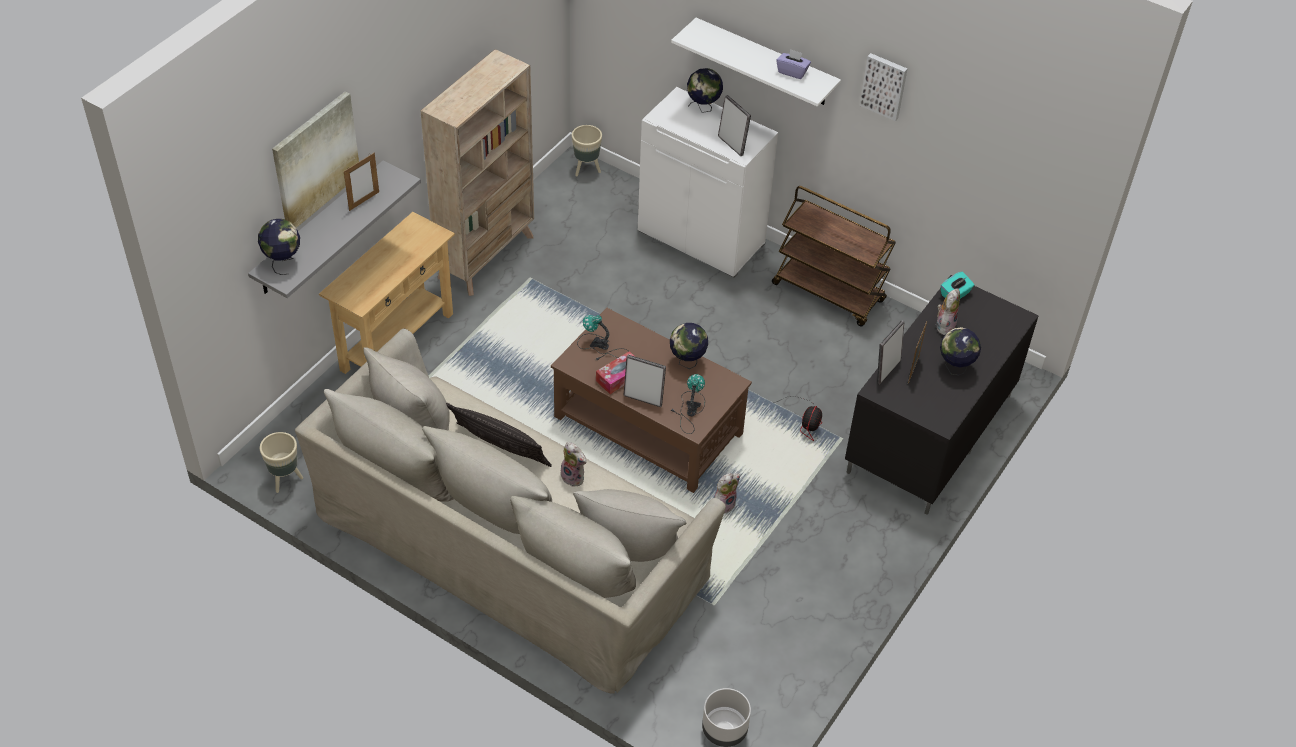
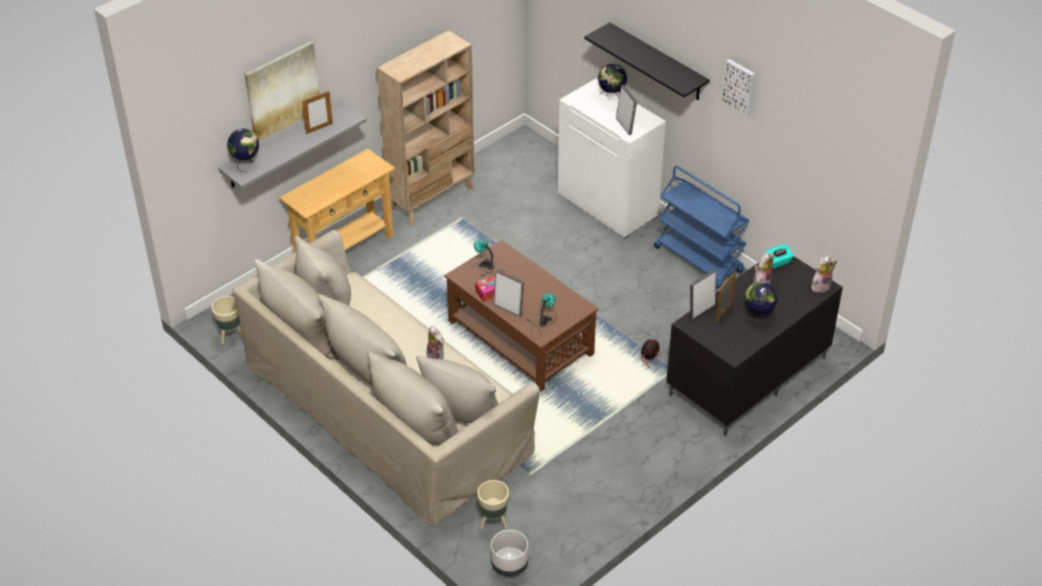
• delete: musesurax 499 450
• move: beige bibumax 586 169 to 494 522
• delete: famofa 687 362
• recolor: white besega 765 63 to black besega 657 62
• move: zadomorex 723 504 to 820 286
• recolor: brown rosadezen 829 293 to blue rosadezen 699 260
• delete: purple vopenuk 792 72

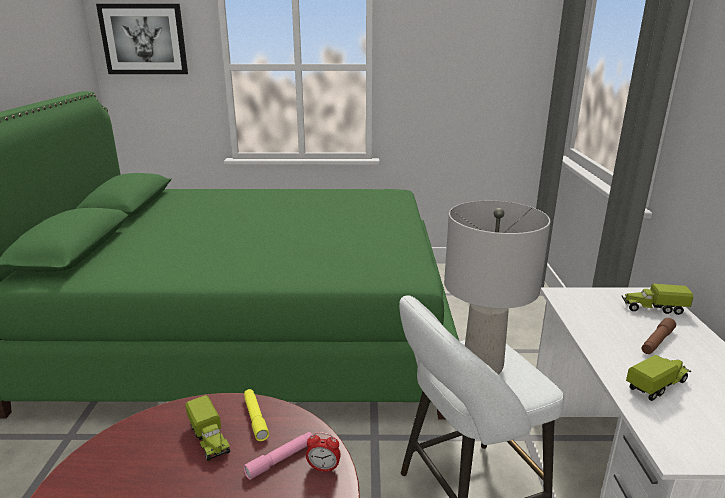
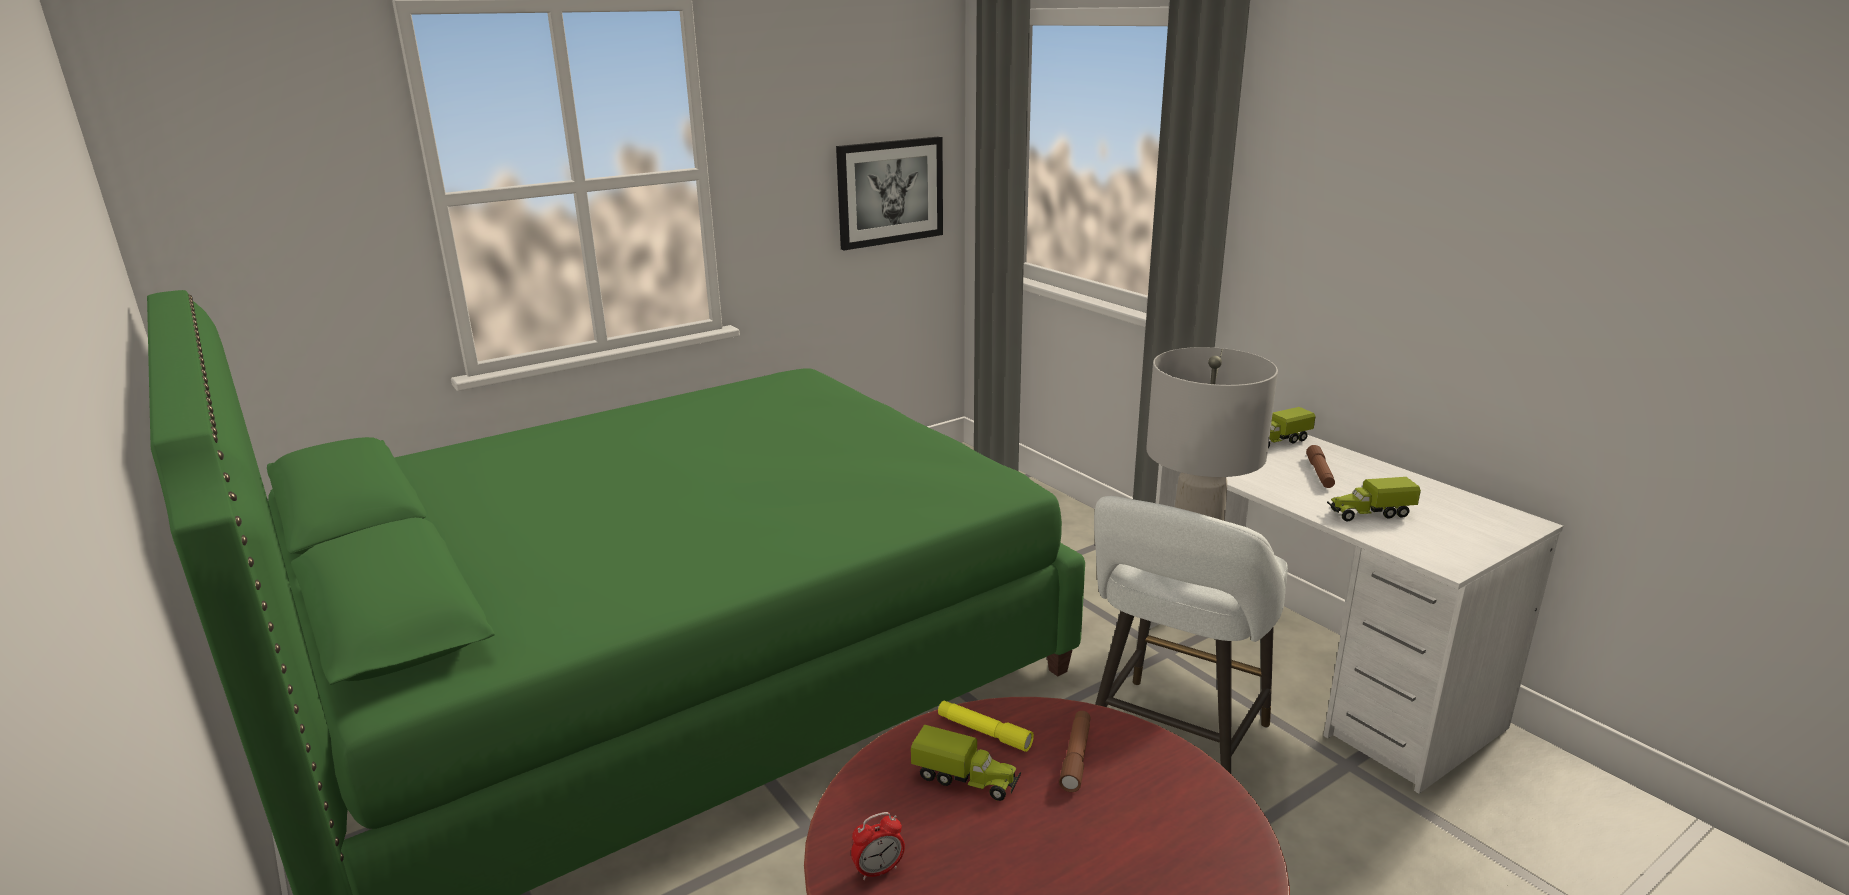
• move: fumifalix 144 39 to 890 192
• recolor: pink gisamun 280 459 to brown gisamun 1076 757
• move: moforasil 323 468 to 878 870
• rotate: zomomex 657 385 = 1369 514 120 degrees counterclockwise

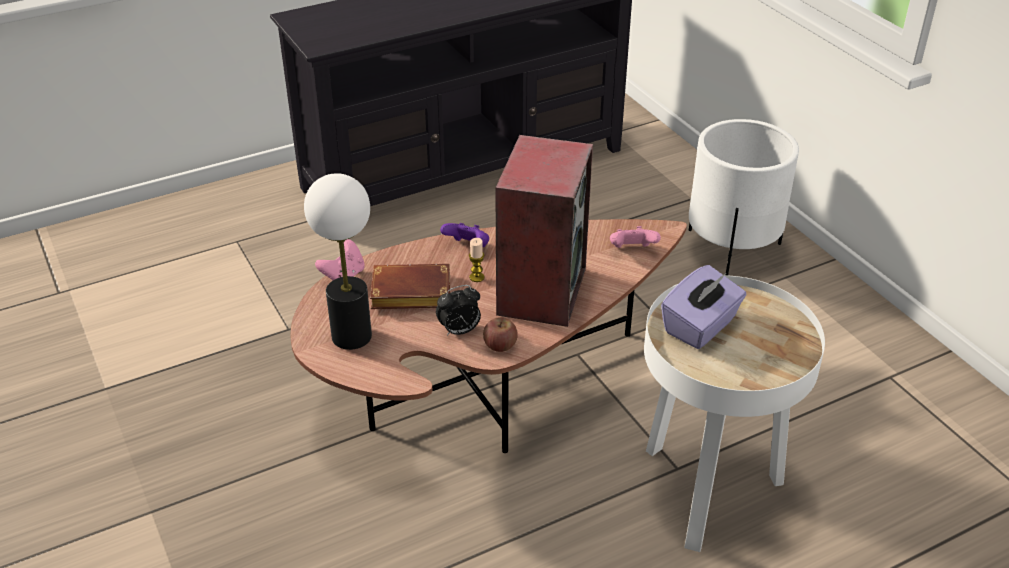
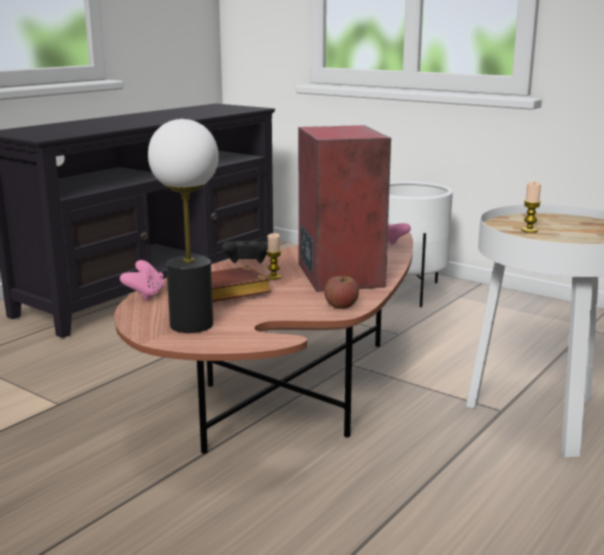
• delete: moforasil 459 331
• recolor: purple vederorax 468 247 to black vederorax 247 265
• replace: purple vopenuk 701 326 to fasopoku 529 230

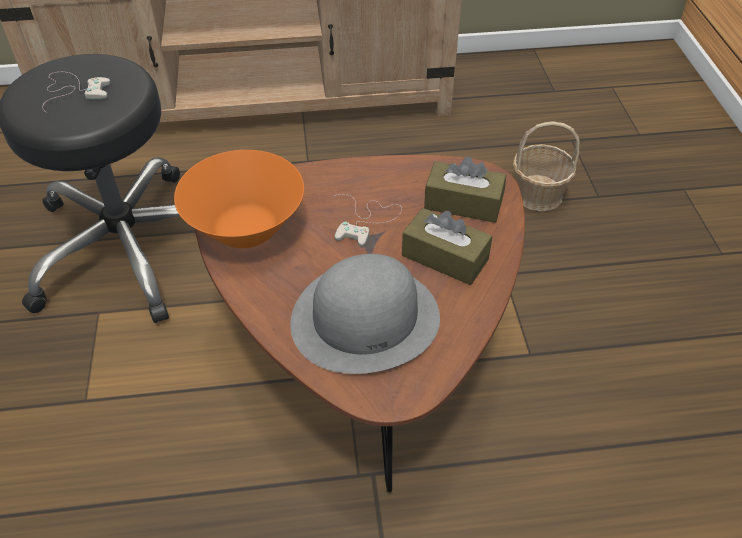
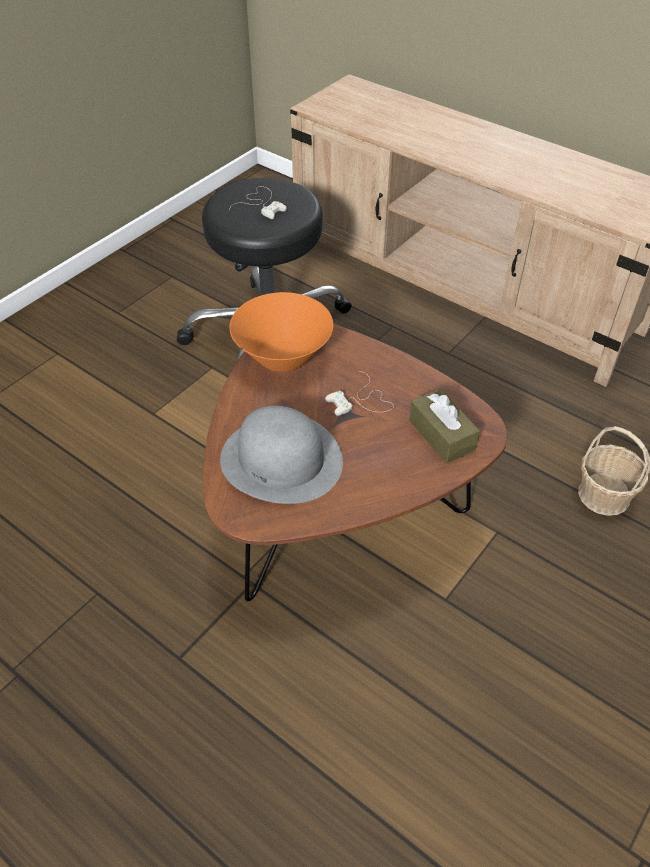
• delete: brown vopenuk 445 257

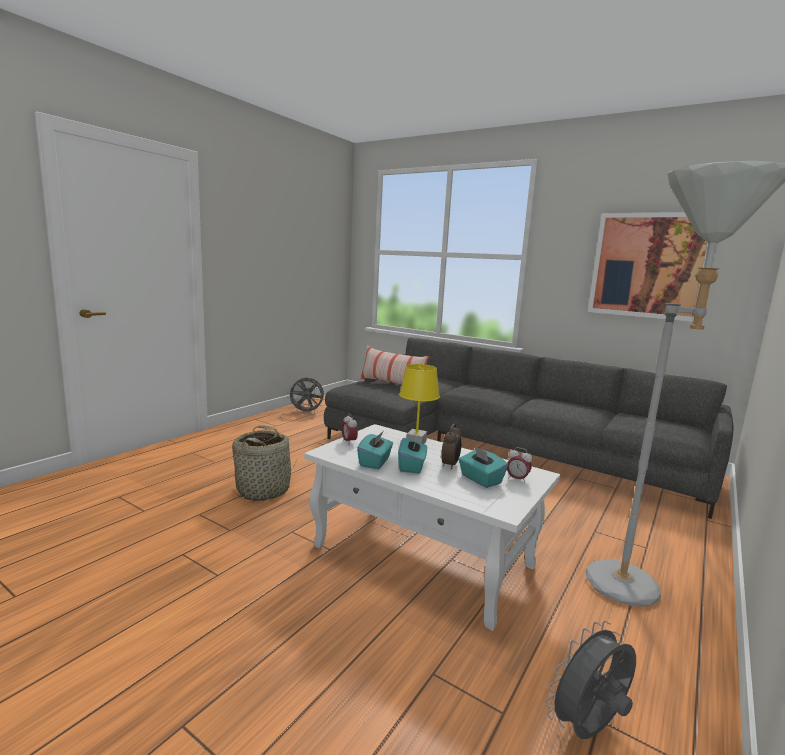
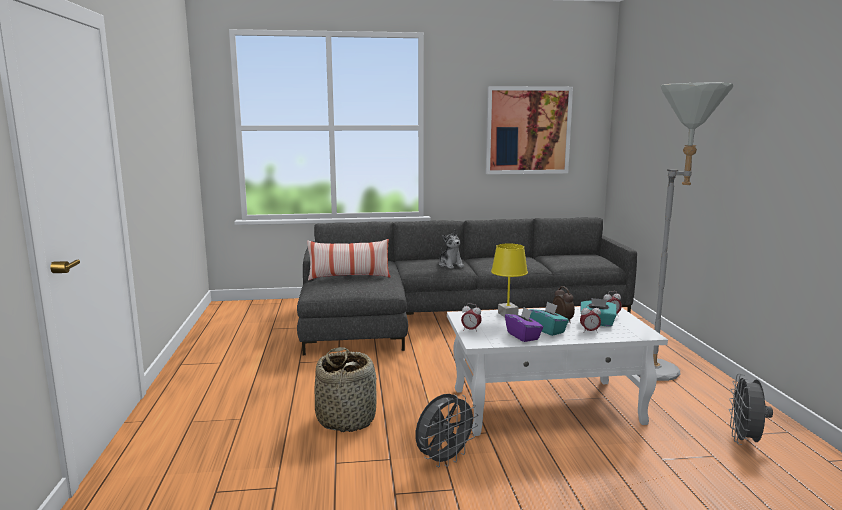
• move: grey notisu 306 412 to 444 460
• recolor: turquoise vopenuk 375 462 to purple vopenuk 523 336
• insert: zadomorex 450 265
• insert: moforasil 589 331

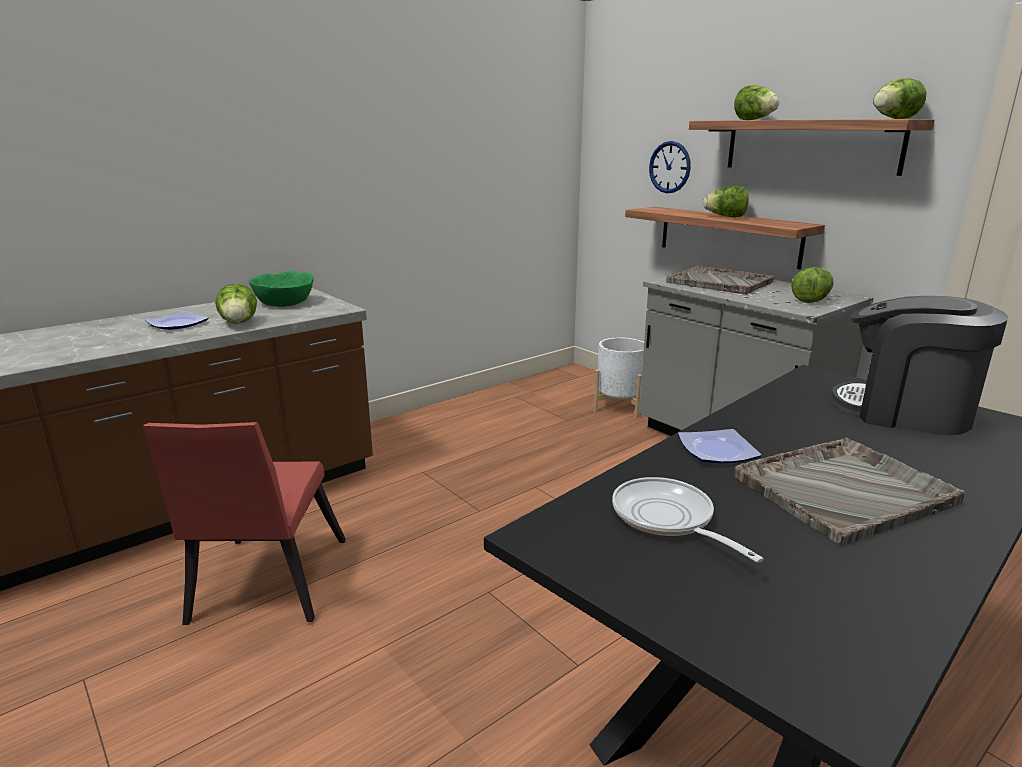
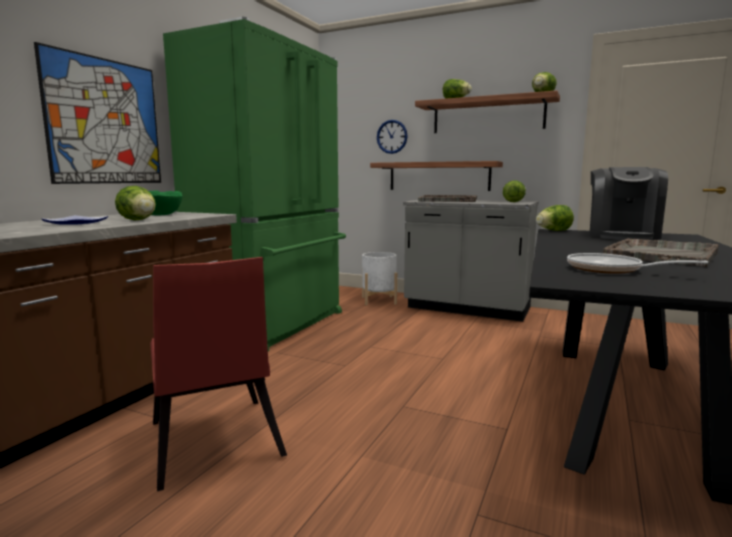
• delete: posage 719 451
• move: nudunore 725 217 to 553 231
• rotate: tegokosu 904 411 = 622 235 75 degrees counterclockwise
• insert: fumifalix 105 122
• insert: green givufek 274 325

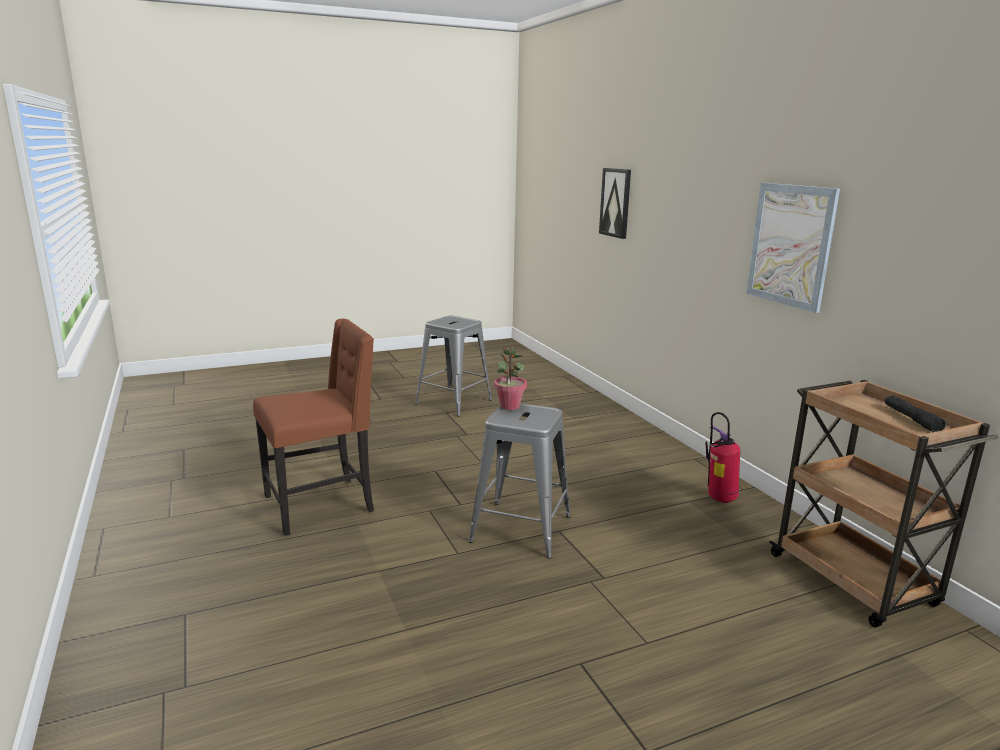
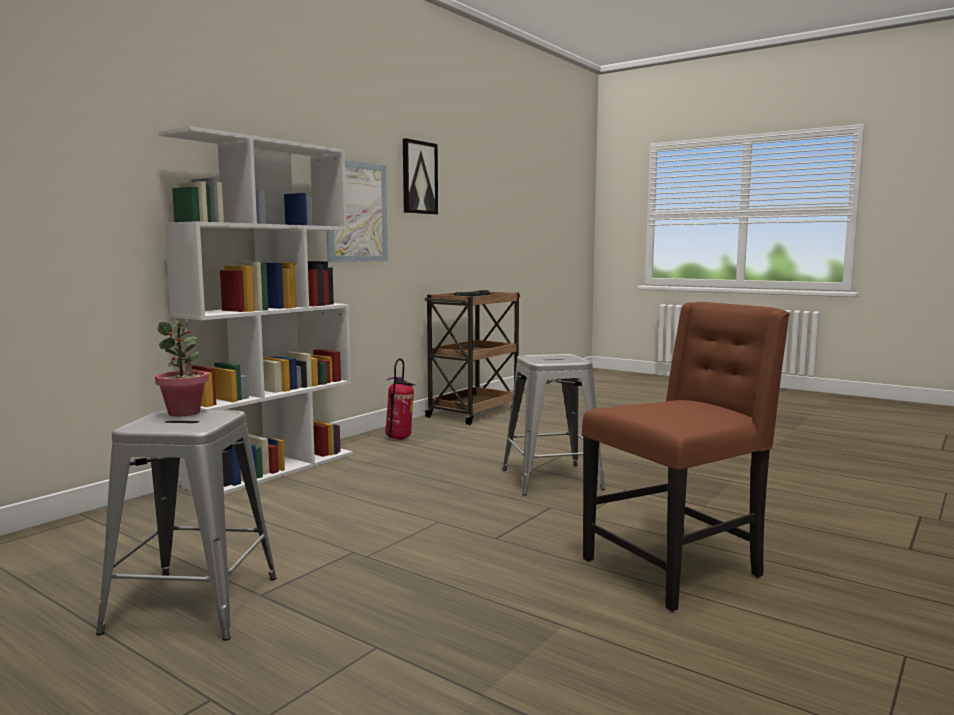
• rotate: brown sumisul 321 504 = 675 568 120 degrees clockwise
• move: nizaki 509 406 to 184 413
• move: fumifalix 616 202 to 419 177
• insert: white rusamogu 273 469

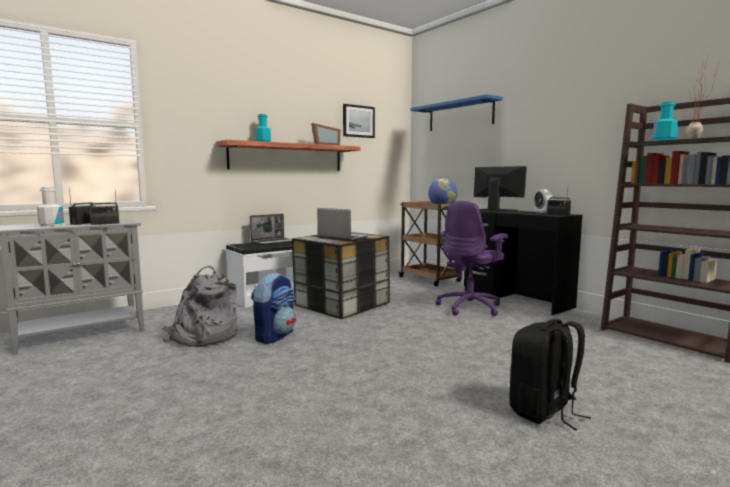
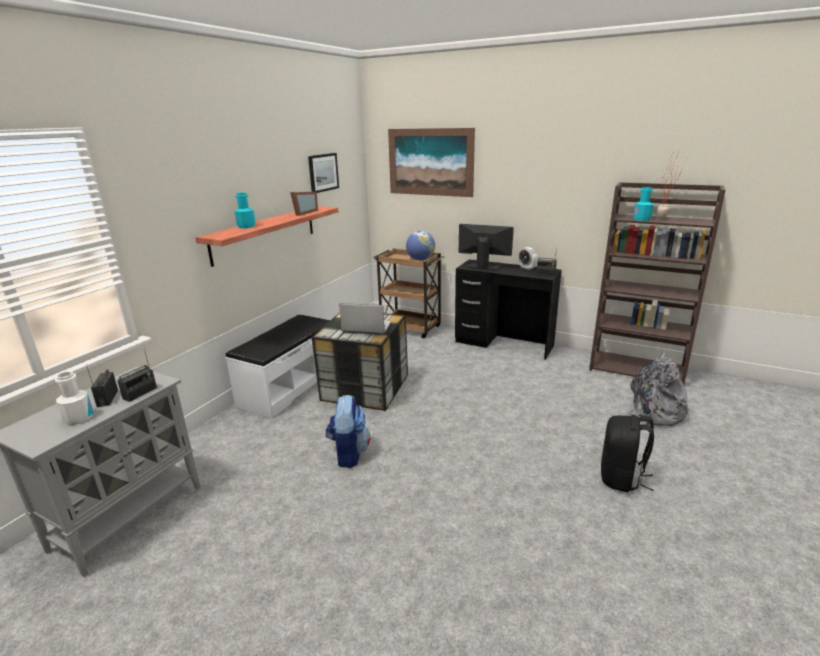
• move: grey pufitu 203 337 to 652 413
• delete: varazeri 273 242
• replace: blue besega 460 115 to fumifalix 430 162
• delete: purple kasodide 470 307

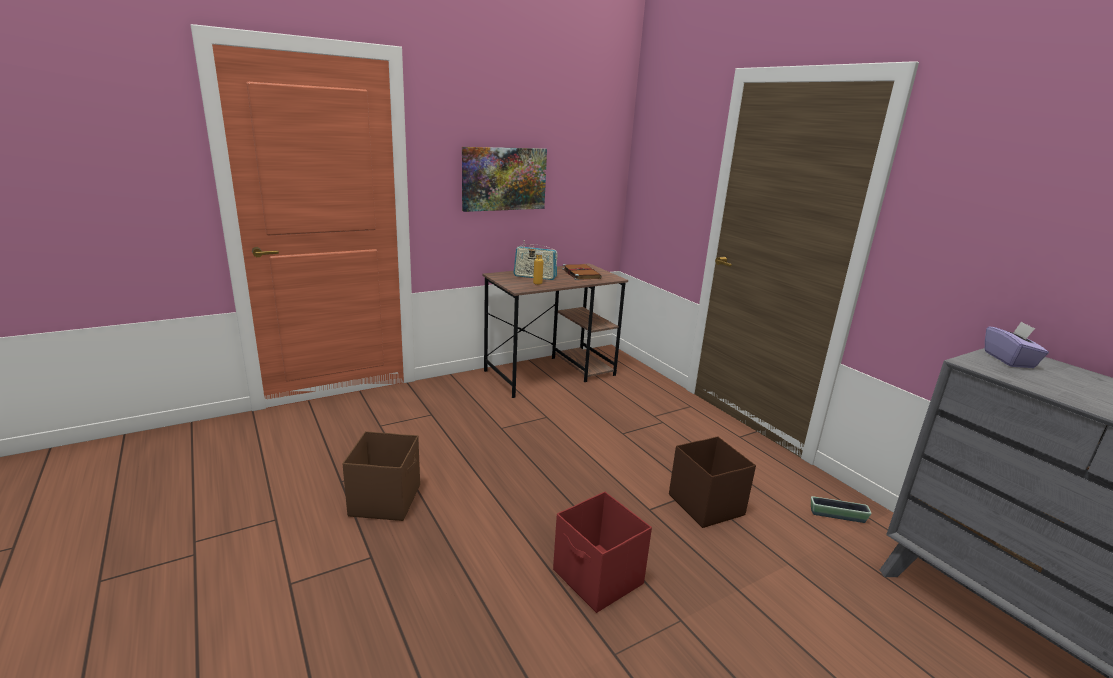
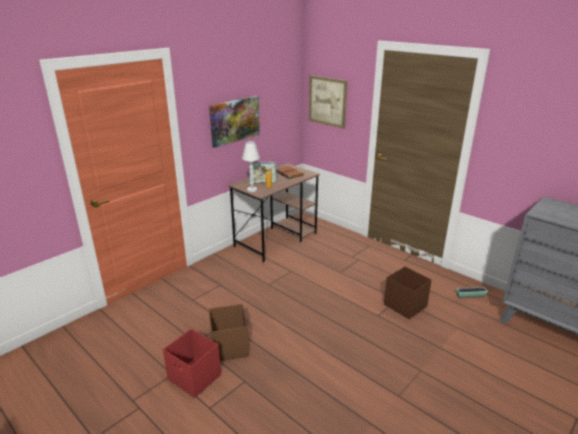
• move: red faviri 598 578 to 195 378
• delete: purple vopenuk 1009 360
• insert: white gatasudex 252 190
• insert: fumifalix 327 101

